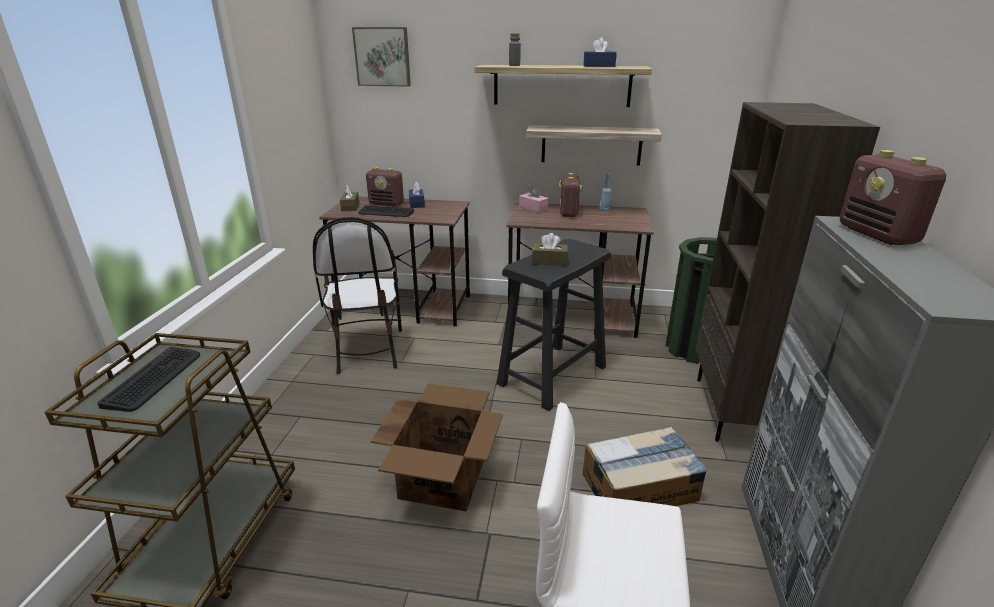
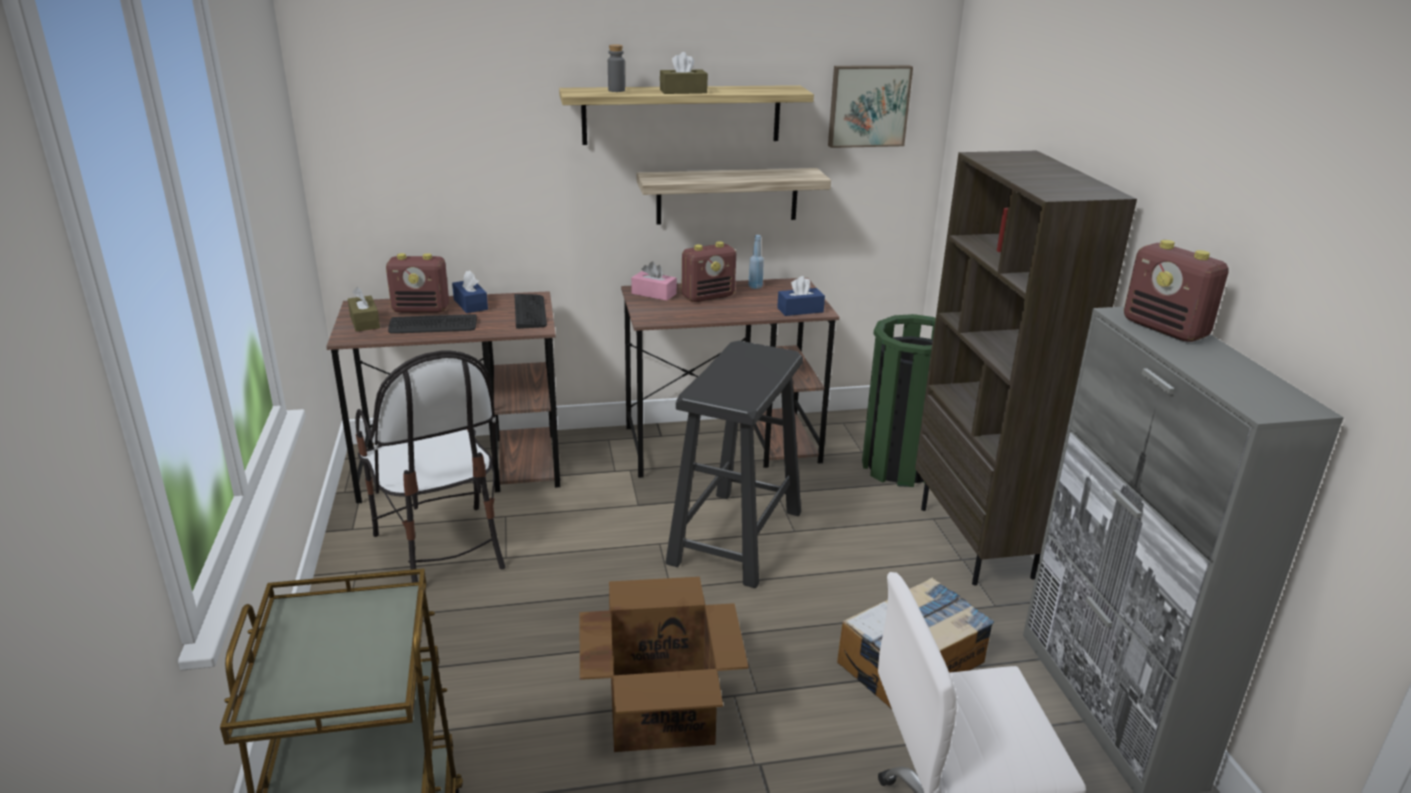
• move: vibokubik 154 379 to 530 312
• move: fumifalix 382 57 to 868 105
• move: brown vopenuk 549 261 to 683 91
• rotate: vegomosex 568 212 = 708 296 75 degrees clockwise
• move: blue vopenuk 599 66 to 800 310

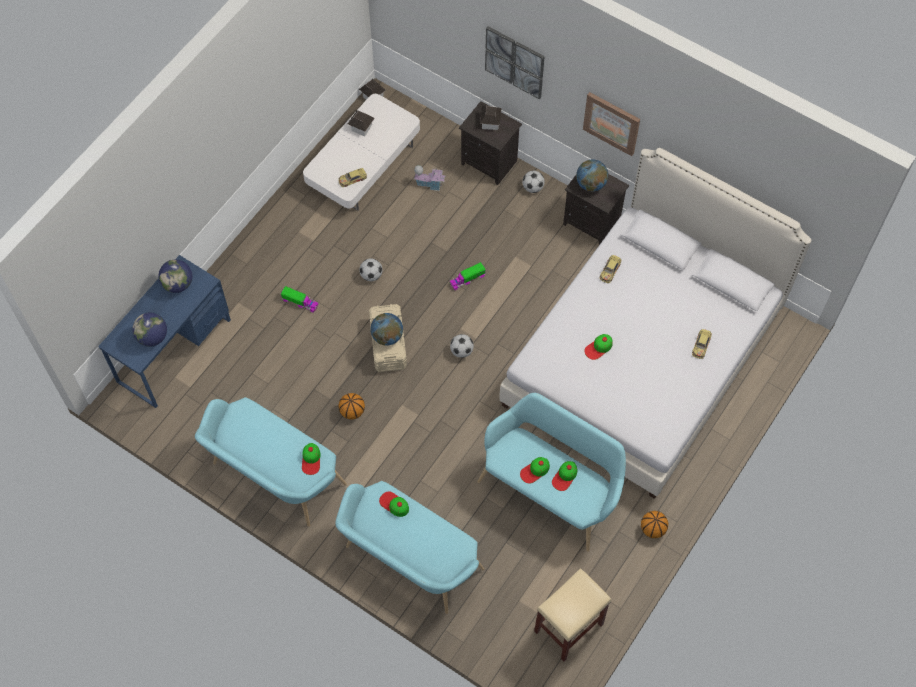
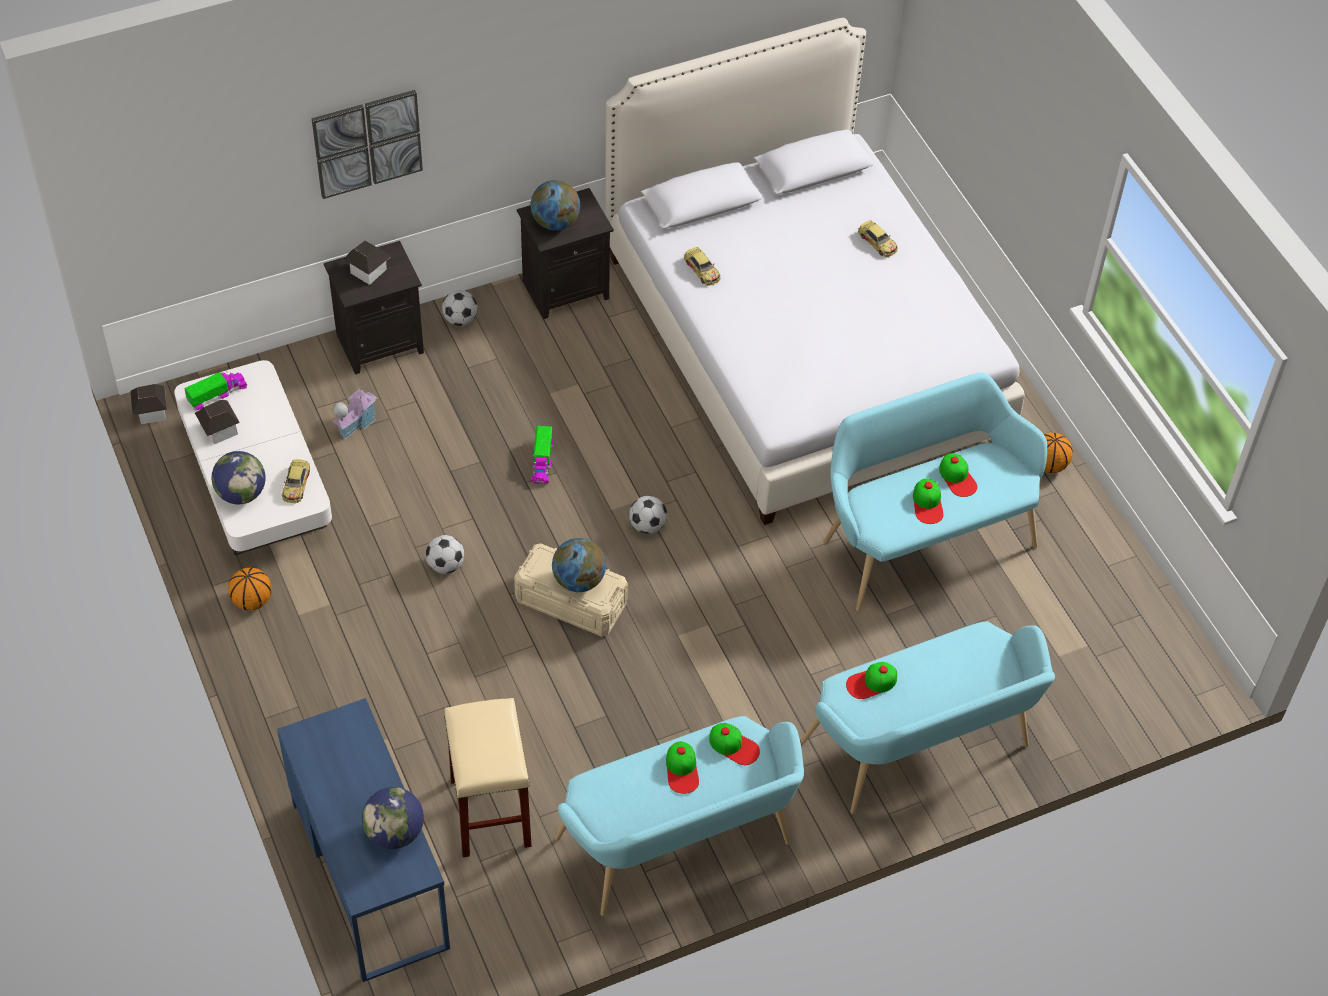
• move: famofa 178 284 to 241 493
• move: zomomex 300 302 to 217 394
• move: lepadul 352 411 to 251 600
• move: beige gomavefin 568 628 to 491 814
• delete: fumifalix 612 123
• move: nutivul 598 347 to 682 769

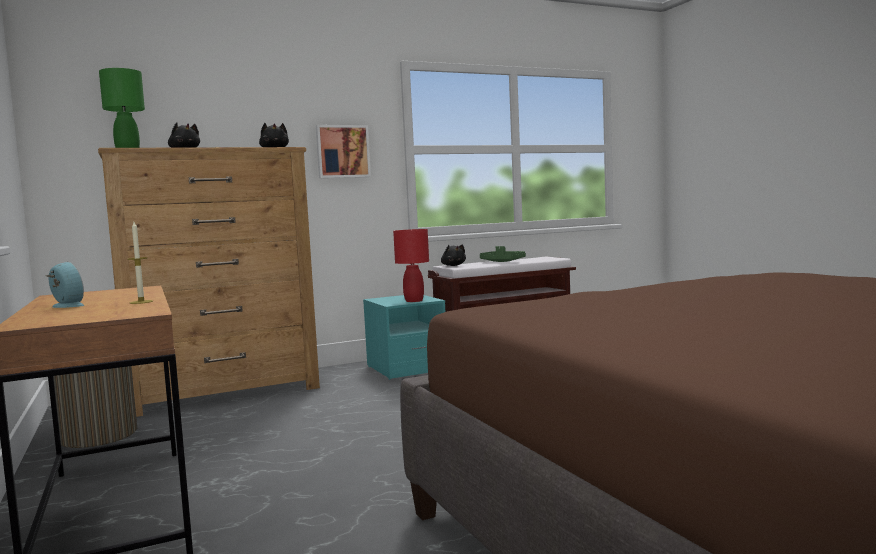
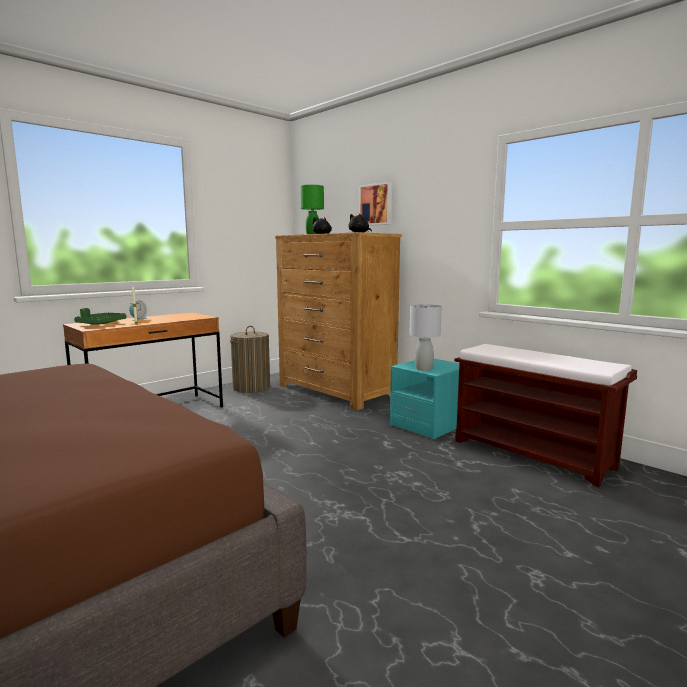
• move: fumifalix 342 151 to 376 204
• recolor: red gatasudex 413 301 to grey gatasudex 423 369
• delete: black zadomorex 453 265
• move: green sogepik 501 261 to 101 324

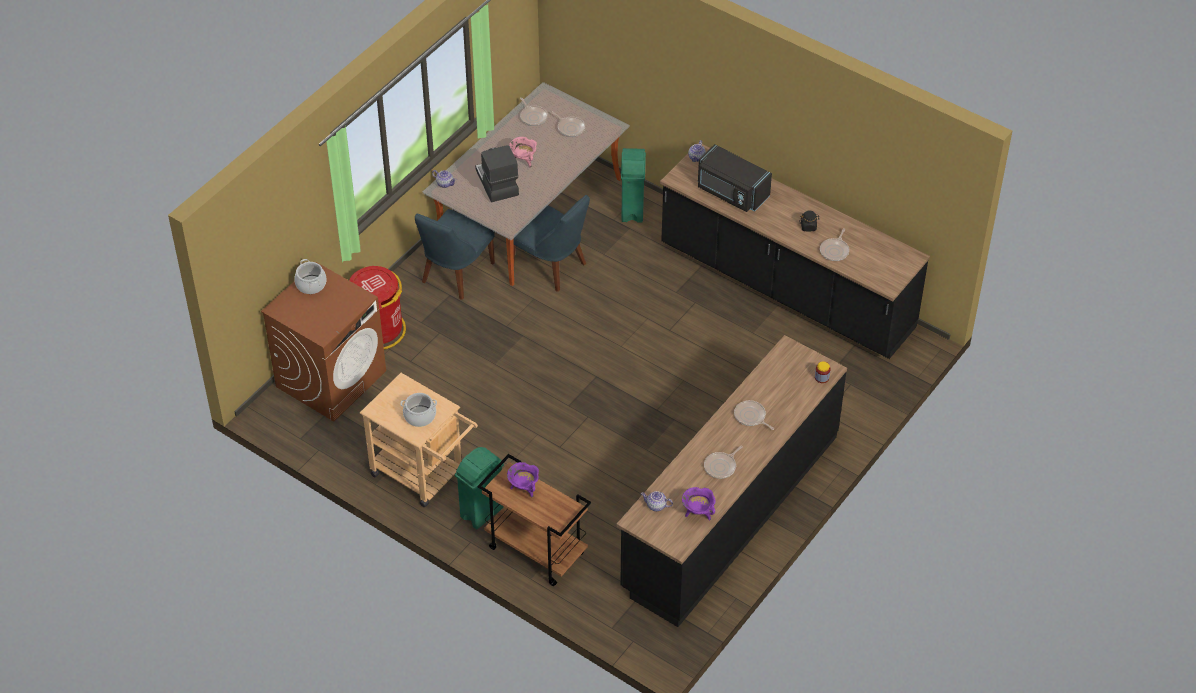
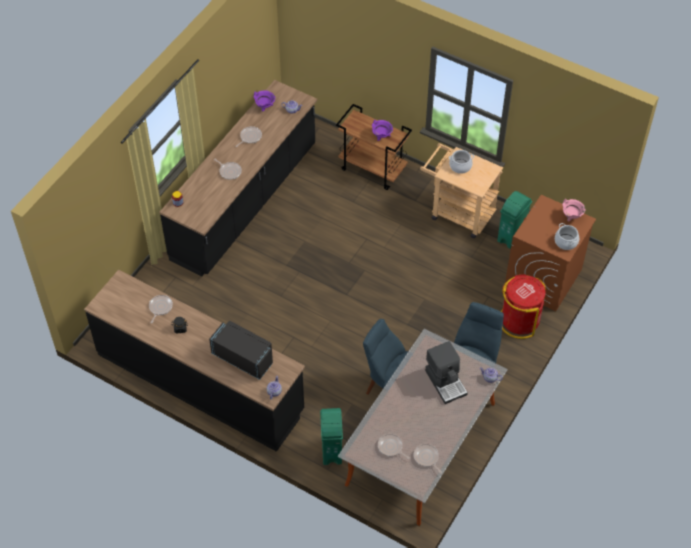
• move: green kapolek 481 512 to 511 237
• move: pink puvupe 523 160 to 571 217

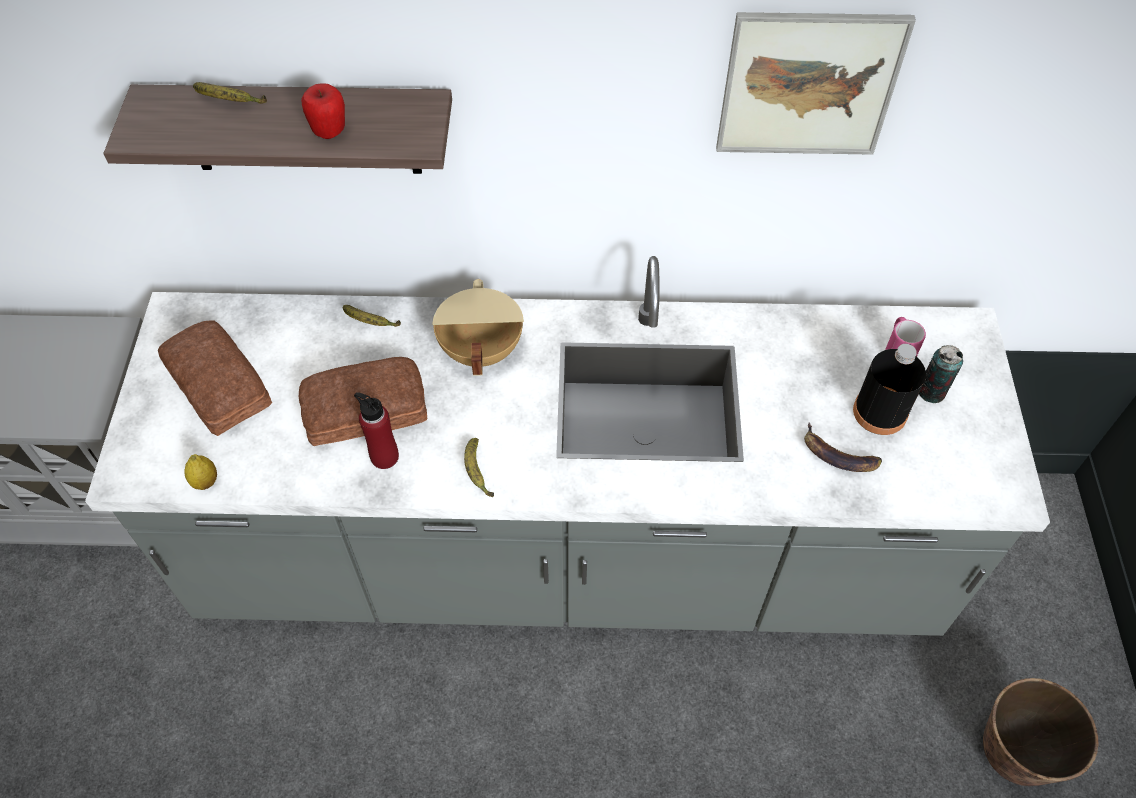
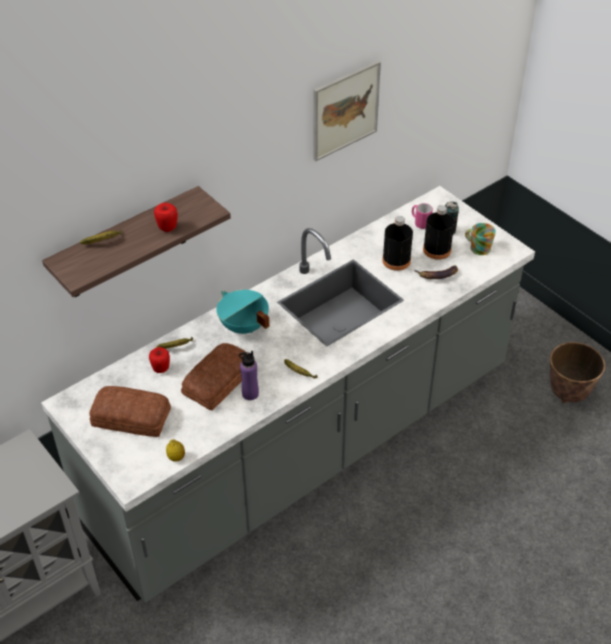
• recolor: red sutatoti 384 456 to purple sutatoti 250 394
• recolor: beige puvupe 479 350 to turquoise puvupe 243 327
• insert: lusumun 161 369
• insert: black sutatoti 396 260
• insert: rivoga 477 247

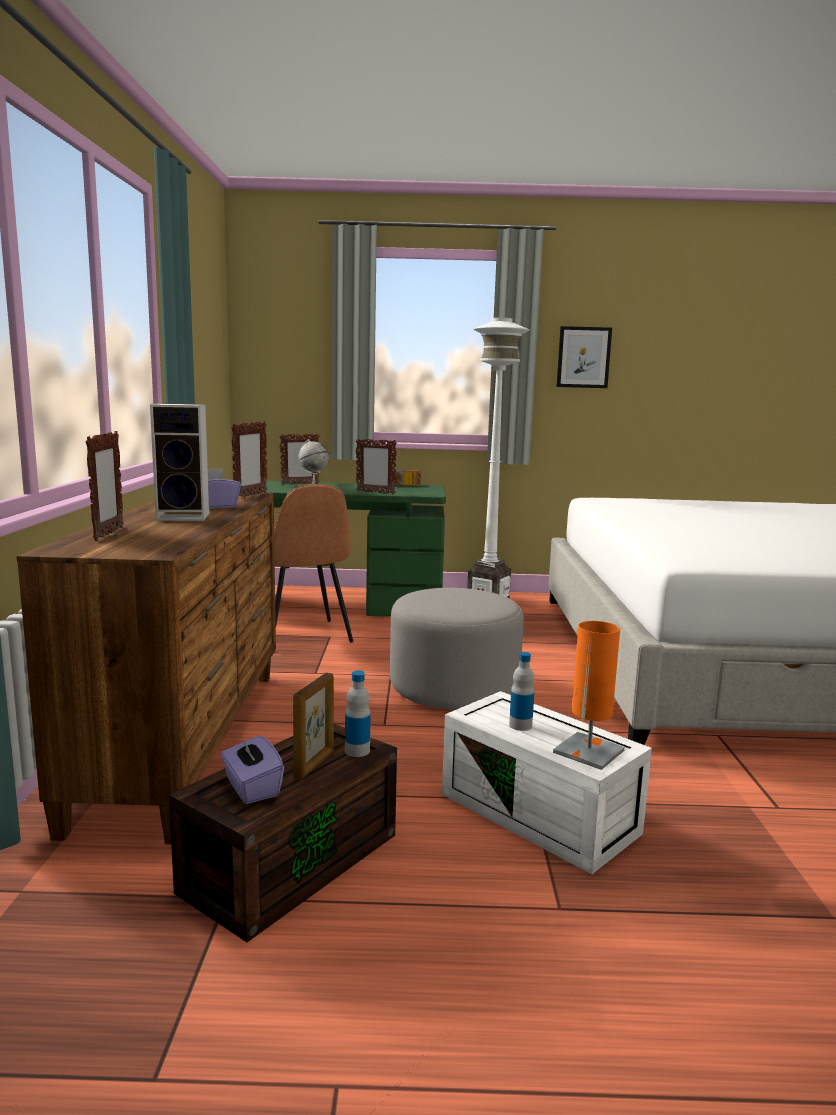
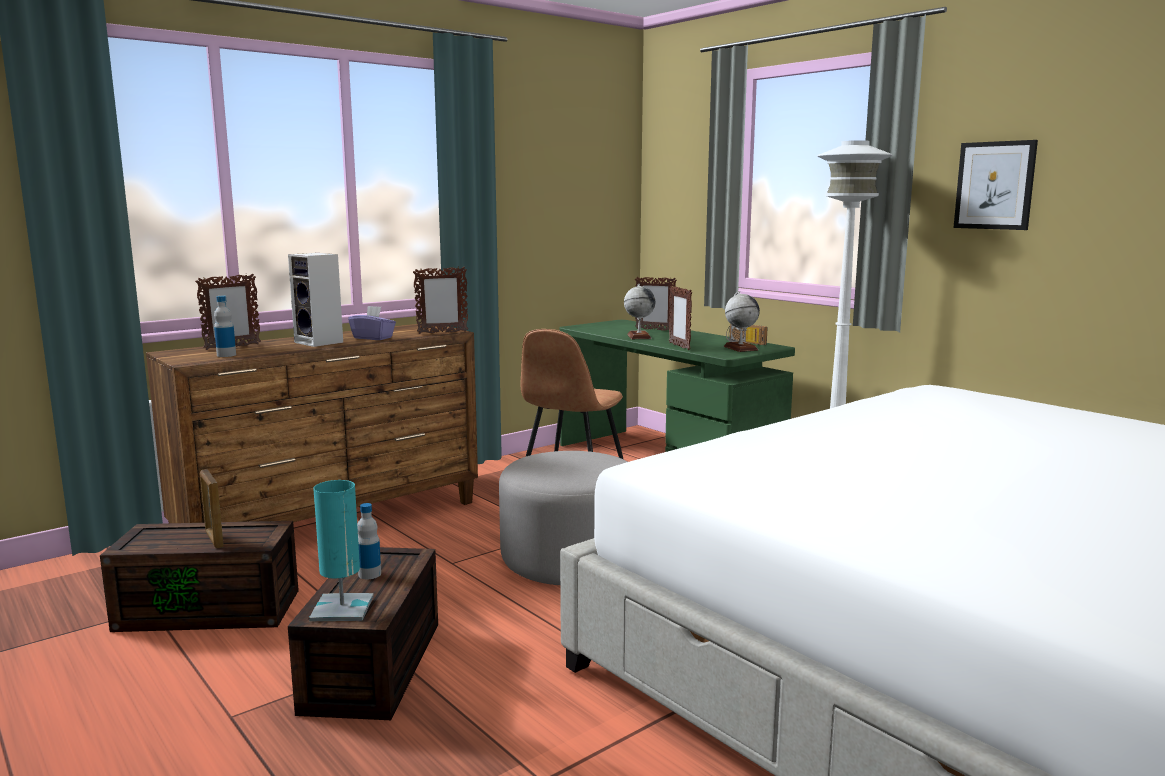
• delete: purple vopenuk 251 788
• rotate: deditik 315 764 = 214 540 75 degrees clockwise
• move: sutatoti 357 751 to 226 355
• recolor: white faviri 542 813 to brown faviri 375 667
• recolor: orange gatasudex 588 751 to turquoise gatasudex 342 608
• insert: famofa 740 348

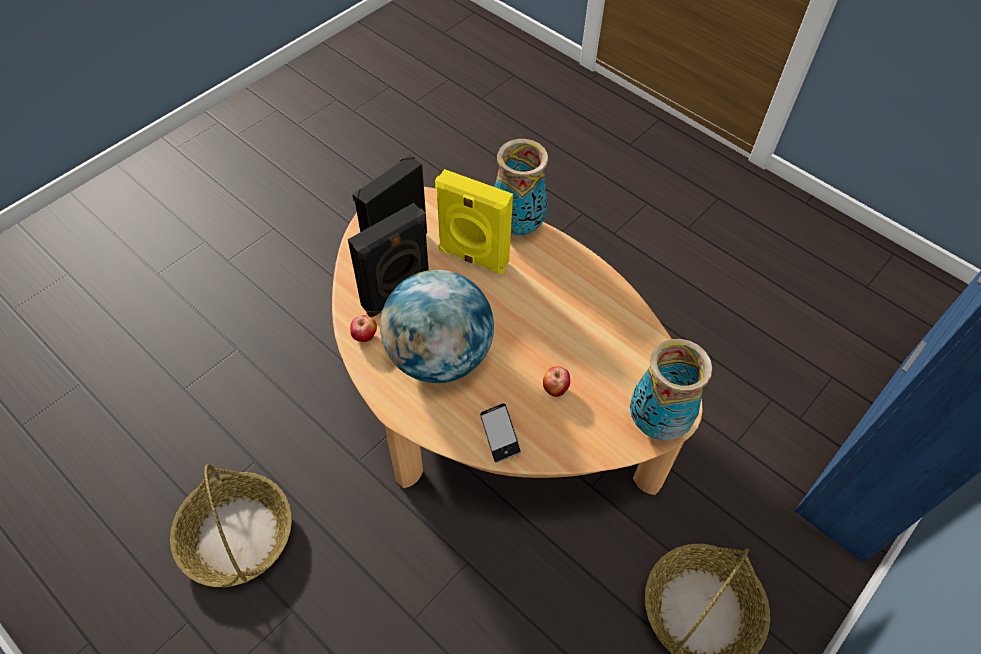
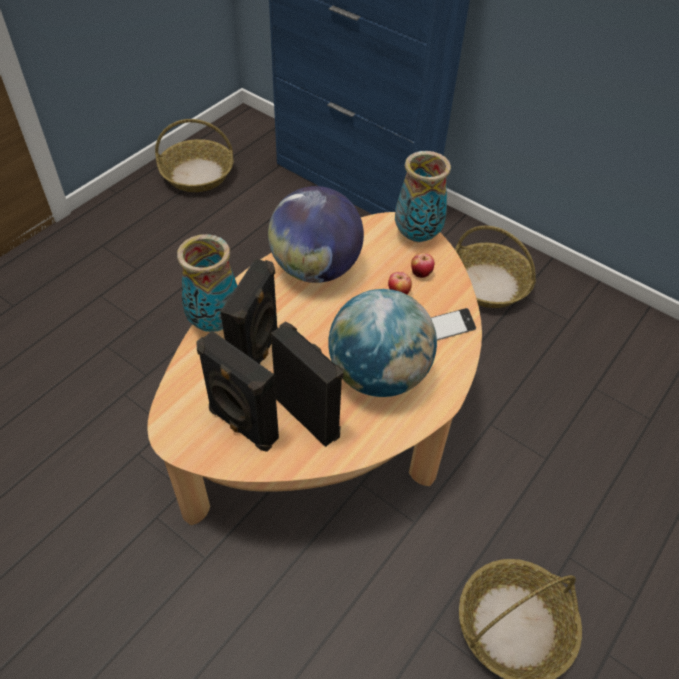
• move: lusumun 365 337 to 421 273
• recolor: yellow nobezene 472 258 to black nobezene 257 356
• insert: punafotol 198 174
• insert: famofa 316 268

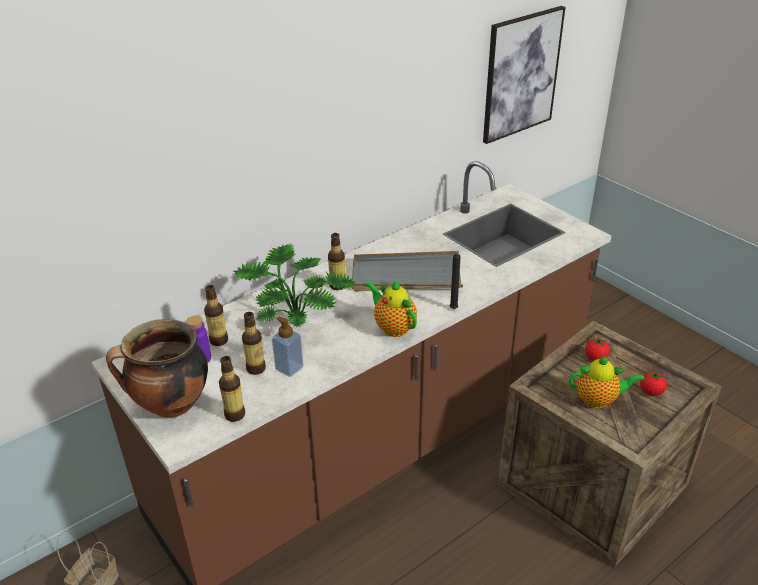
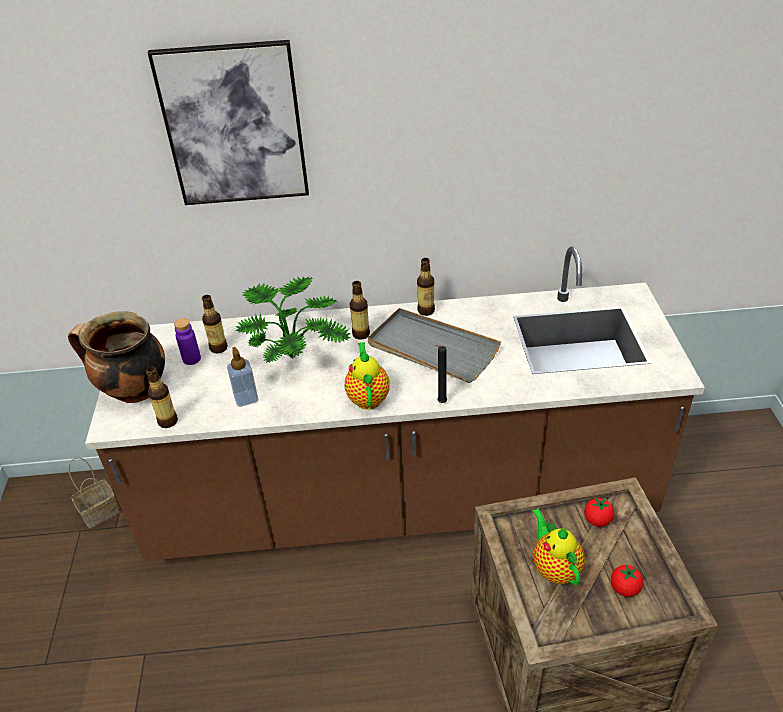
• move: sutatoti 256 368 to 426 311
• move: fumifalix 521 74 to 234 125
• rotate: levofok 598 400 = 554 567 150 degrees counterclockwise

